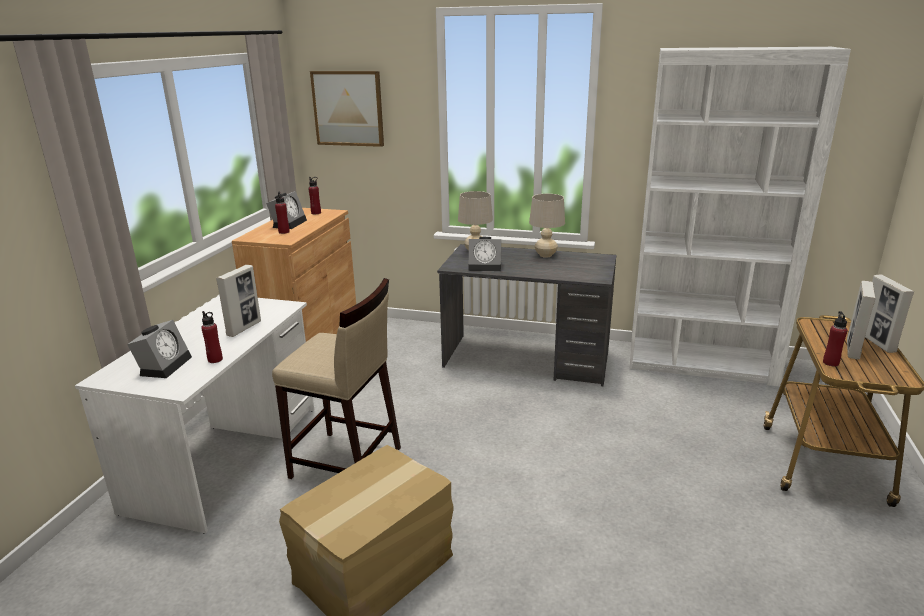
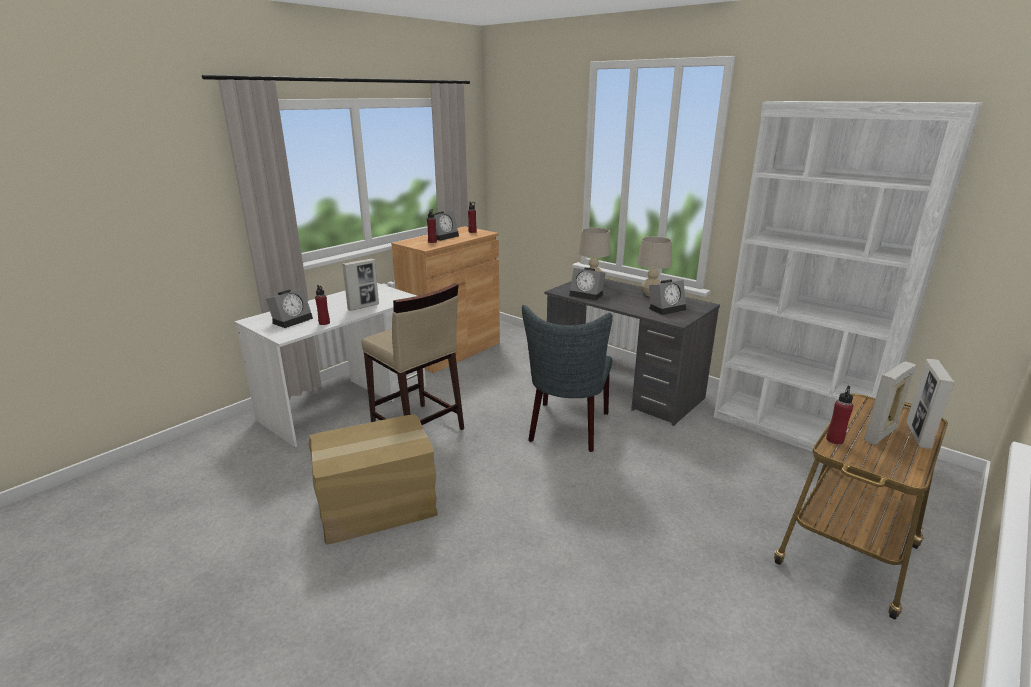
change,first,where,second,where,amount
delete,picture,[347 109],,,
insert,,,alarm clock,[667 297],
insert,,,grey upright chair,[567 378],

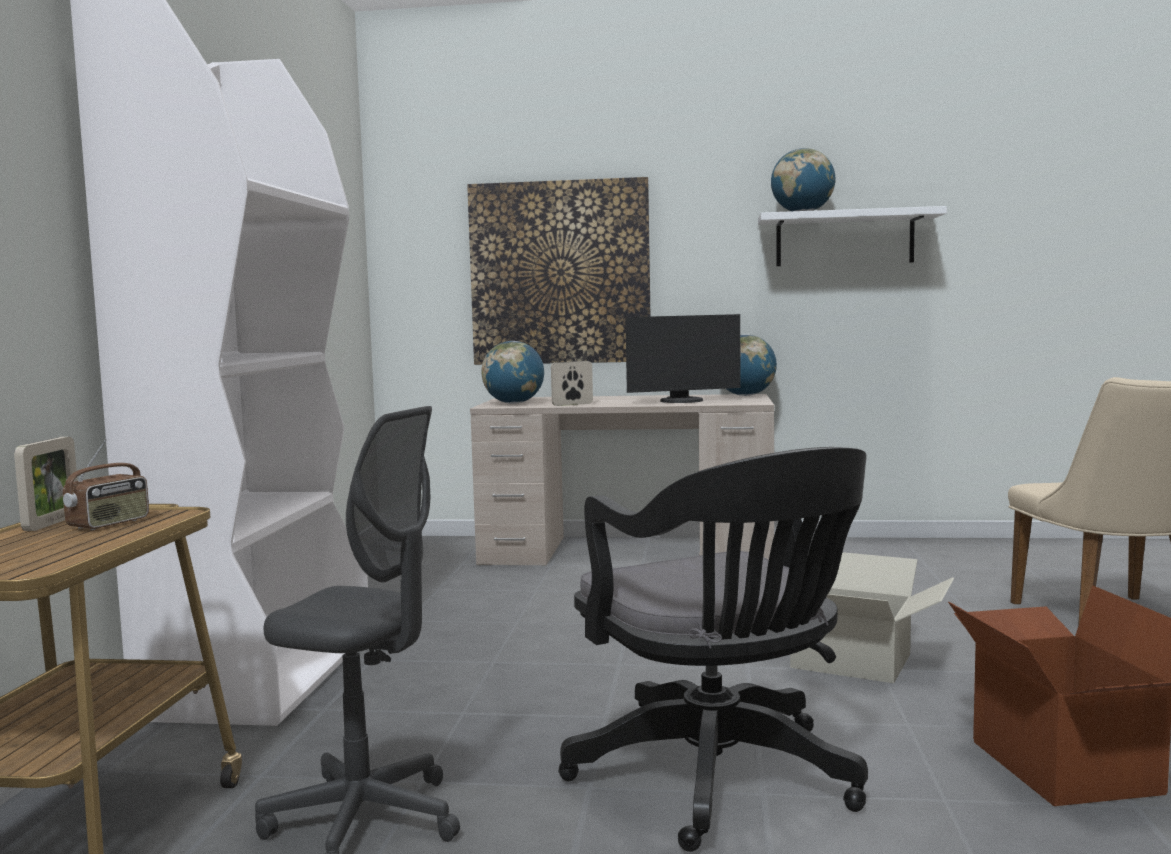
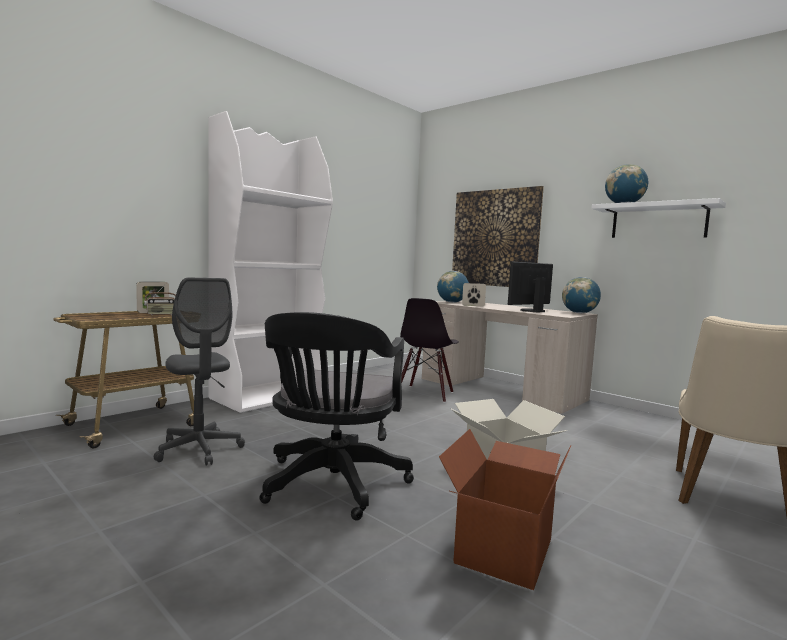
change,first,where,second,where,amount
rotate,monitor,[683 358],,[530 286],120 degrees clockwise
insert,,,black-coloured upright chair,[429 350],

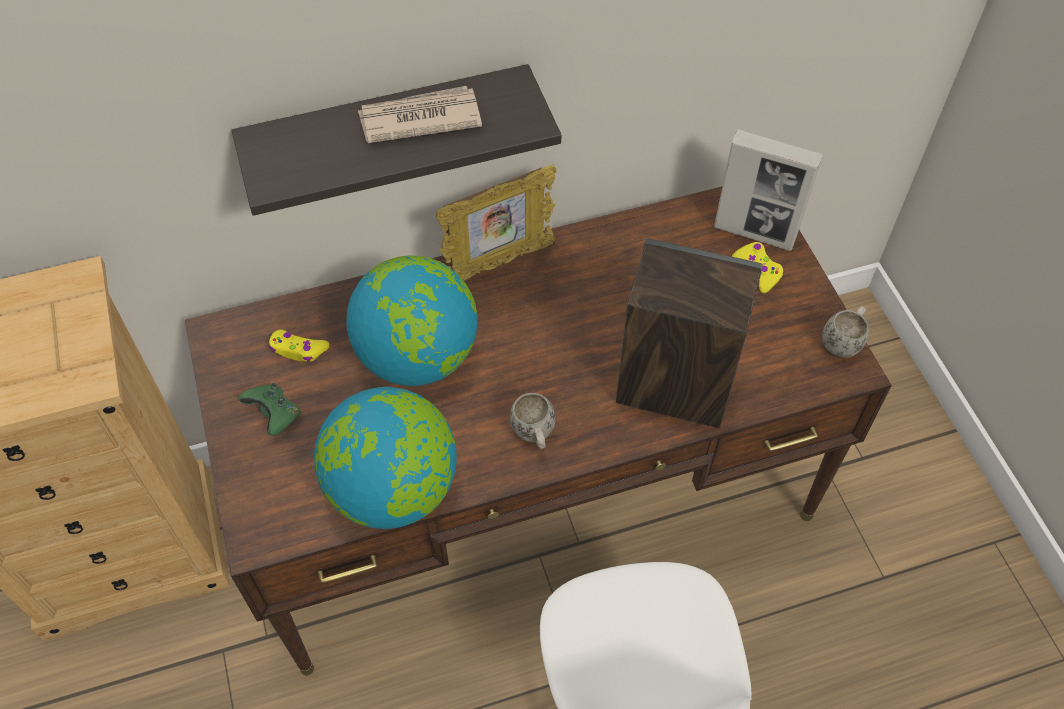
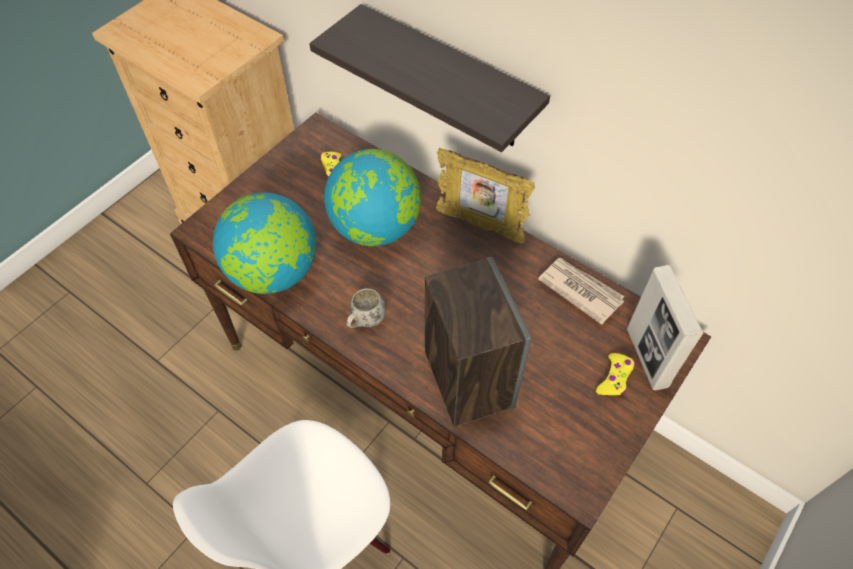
change,first,where,second,where,amount
move,daily paper,[420 114],,[581 291],
delete,white coffee mug,[845 332],,,
delete,green-coloured joypad,[269 409],,,

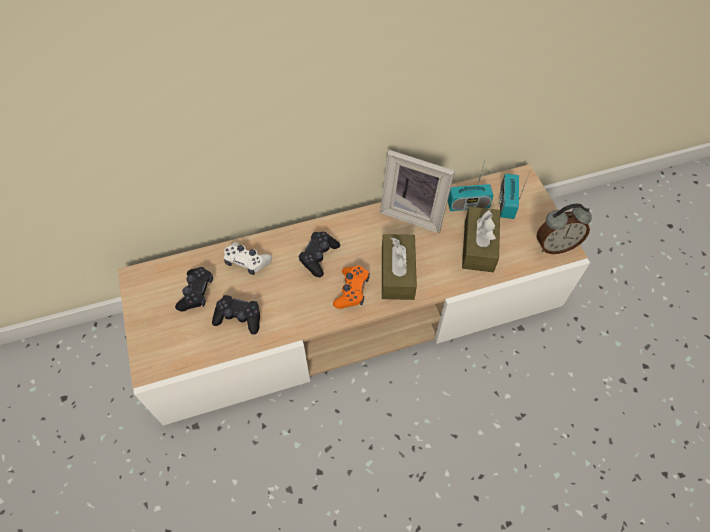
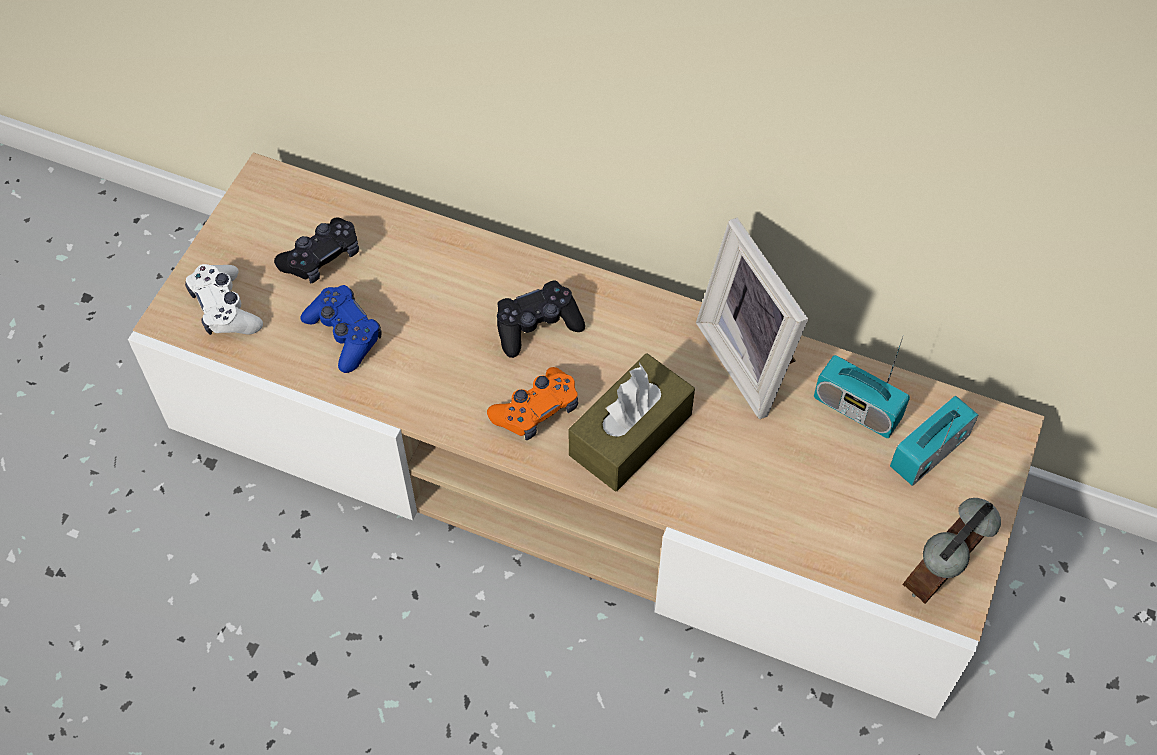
change,first,where,second,where,amount
rotate,alarm clock,[564 229],,[951 551],105 degrees clockwise
delete,brown box of tissues,[481 239],,,
move,white joypad,[248 258],,[224 299],
recolor,black-coloured joypad,[236 314],bluish joypad,[341 329],

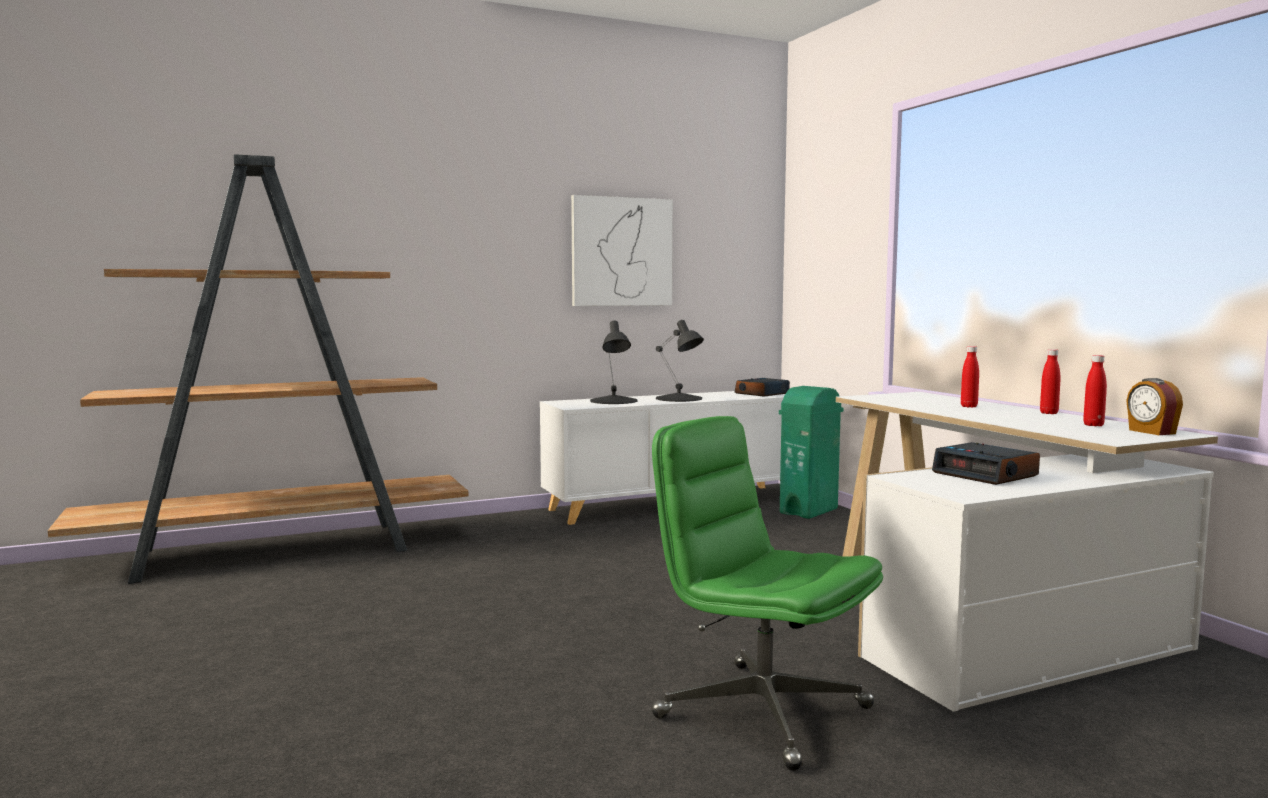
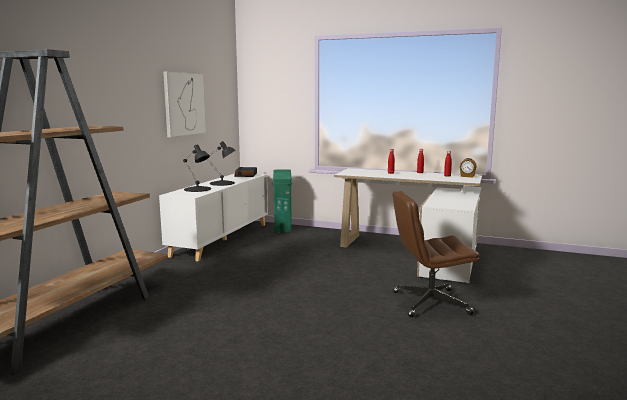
change,first,where,second,where,amount
recolor,green-coloured office chair,[767 593],brown office chair,[436 254],
delete,alarm clock,[986 463],,,

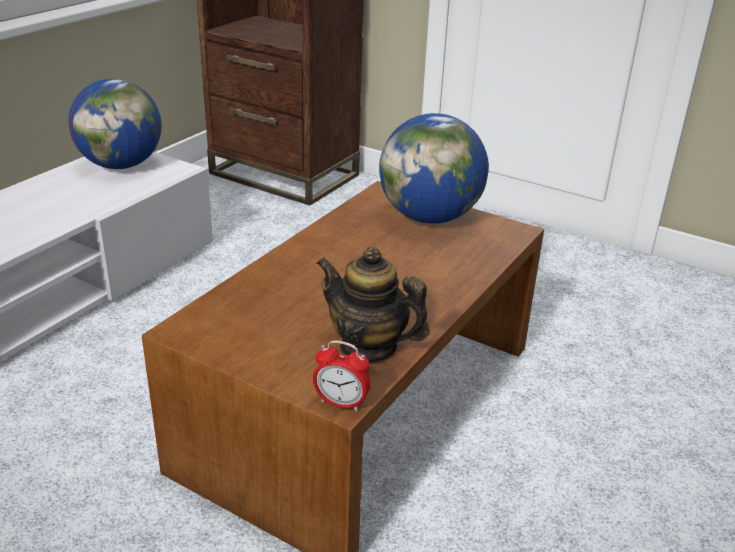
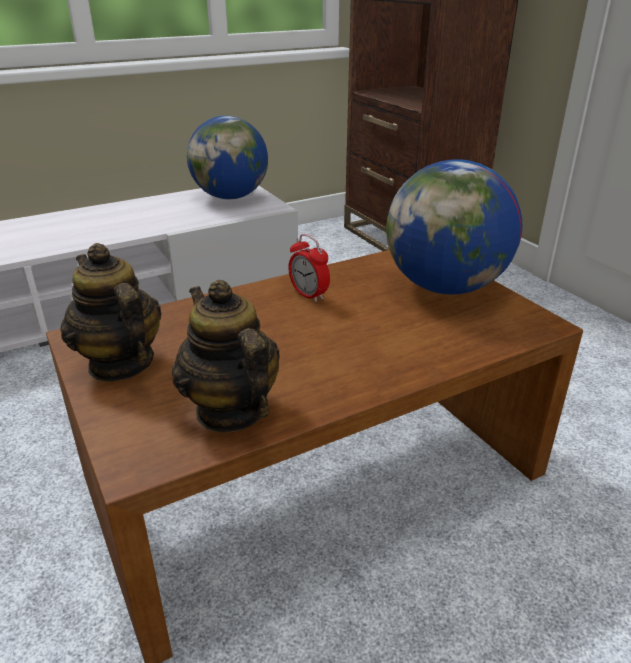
change,first,where,second,where,amount
move,alarm clock,[342 375],,[309 268],
insert,,,tea pot,[111 312],

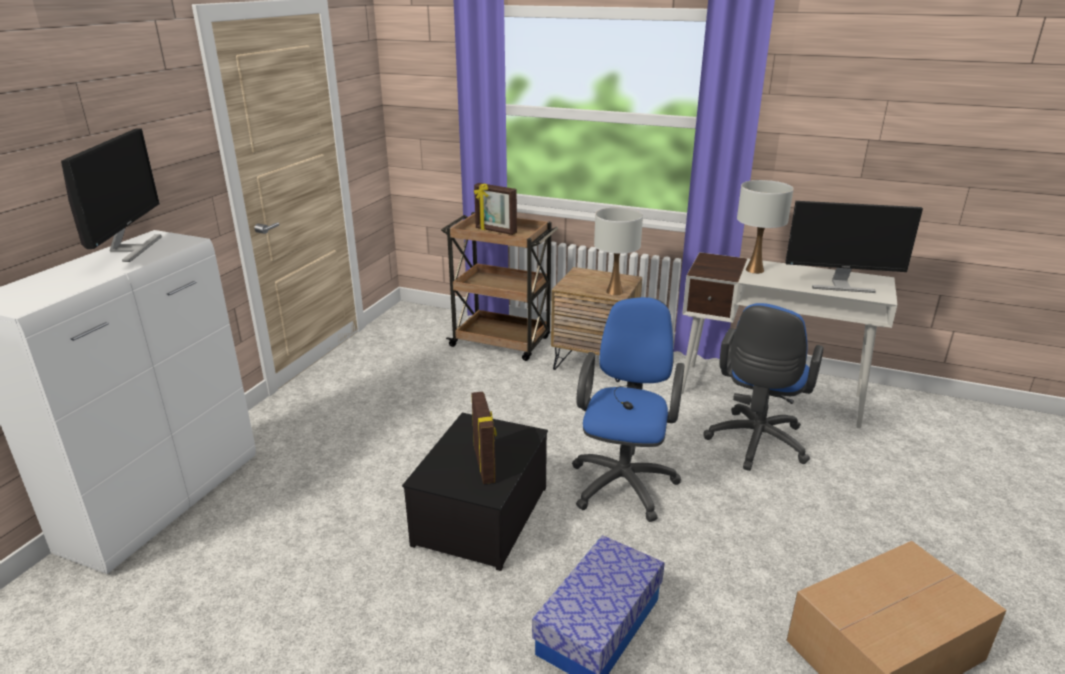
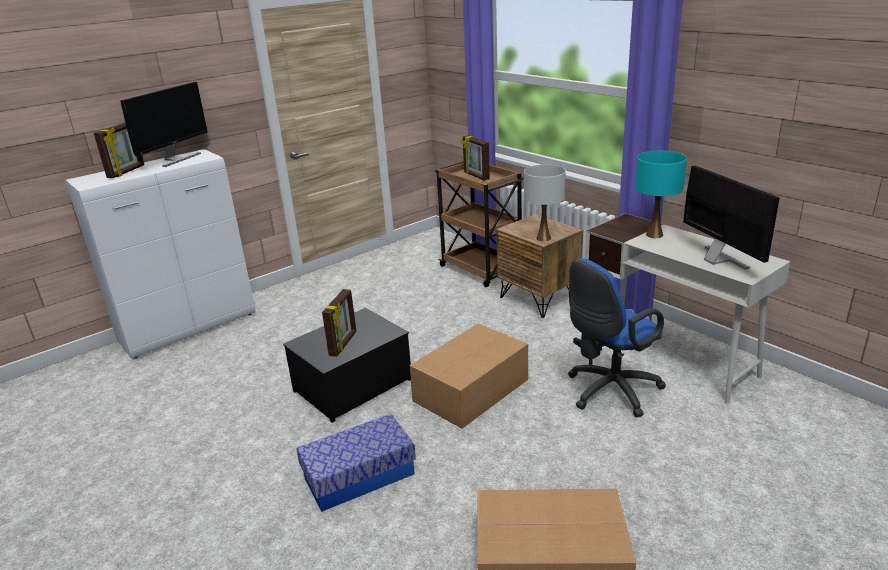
change,first,where,second,where,amount
recolor,white table lamp,[765 227],turquoise-coloured table lamp,[661 194],
rotate,monitor,[854 247],,[731 217],150 degrees counterclockwise
replace,bluish office chair,[628 409],packing box,[468 376],
insert,,,photo frame,[119 150],

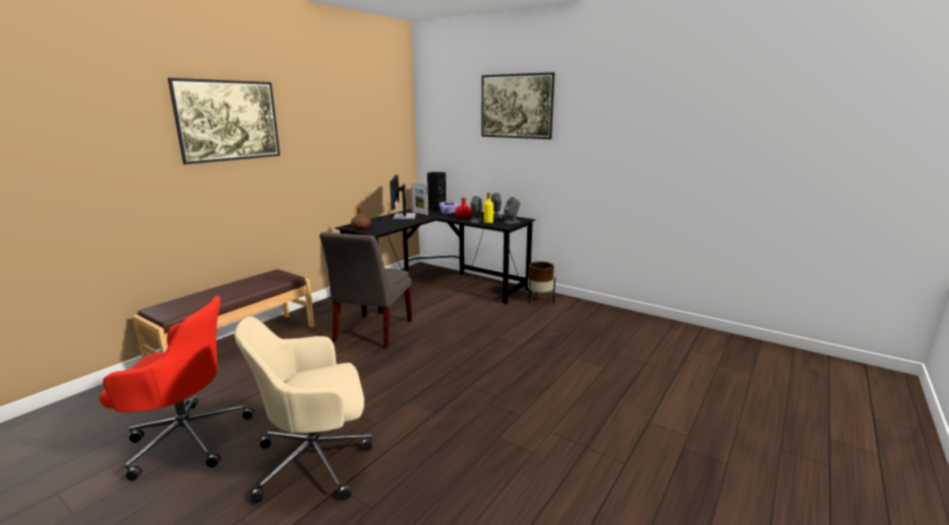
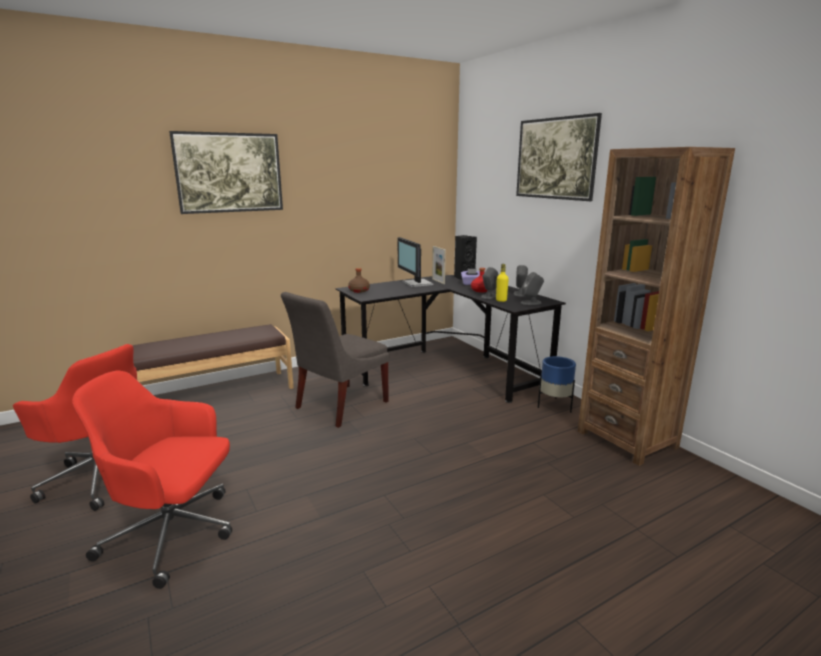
change,first,where,second,where,amount
rotate,monitor,[403 197],,[415 262],45 degrees counterclockwise
recolor,brown plant pot,[541 282],bluish plant pot,[557 384],
recolor,sand-coloured office chair,[303 410],red office chair,[152 479],
insert,,,brown bookcase,[656 306],

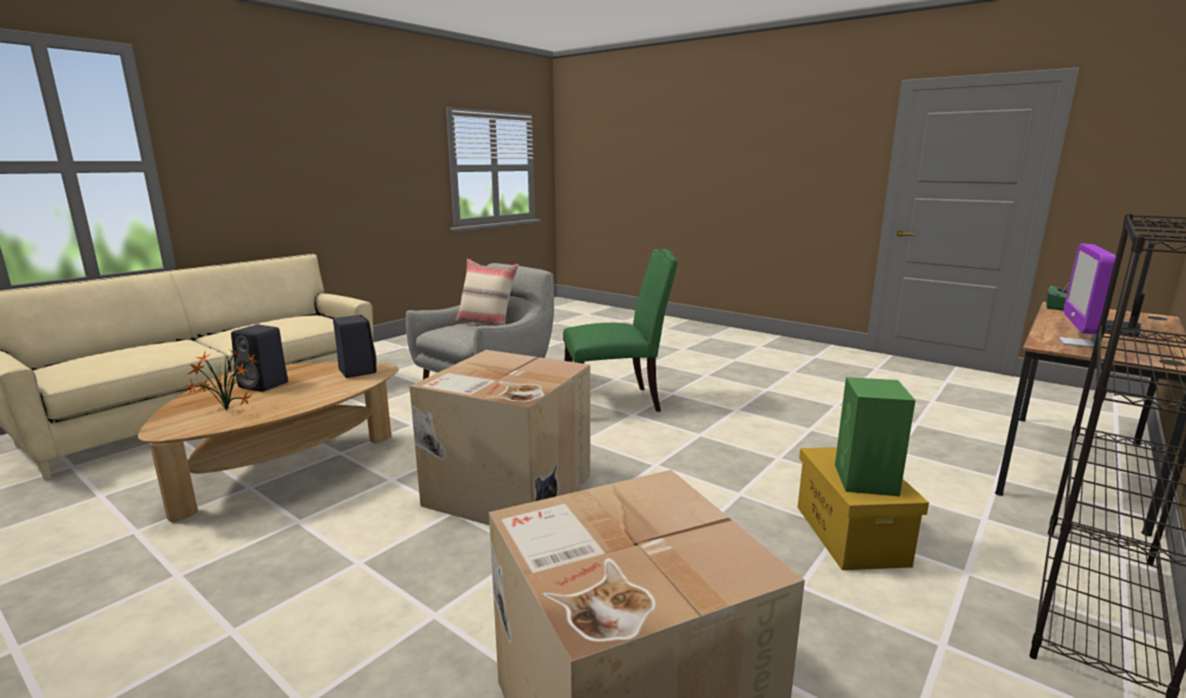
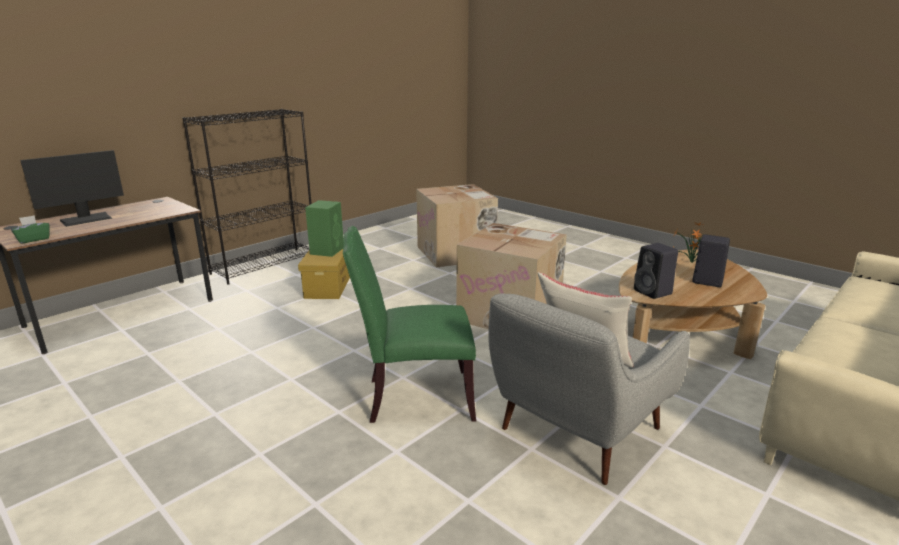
change,first,where,second,where,amount
delete,monitor,[1087 296],,,

